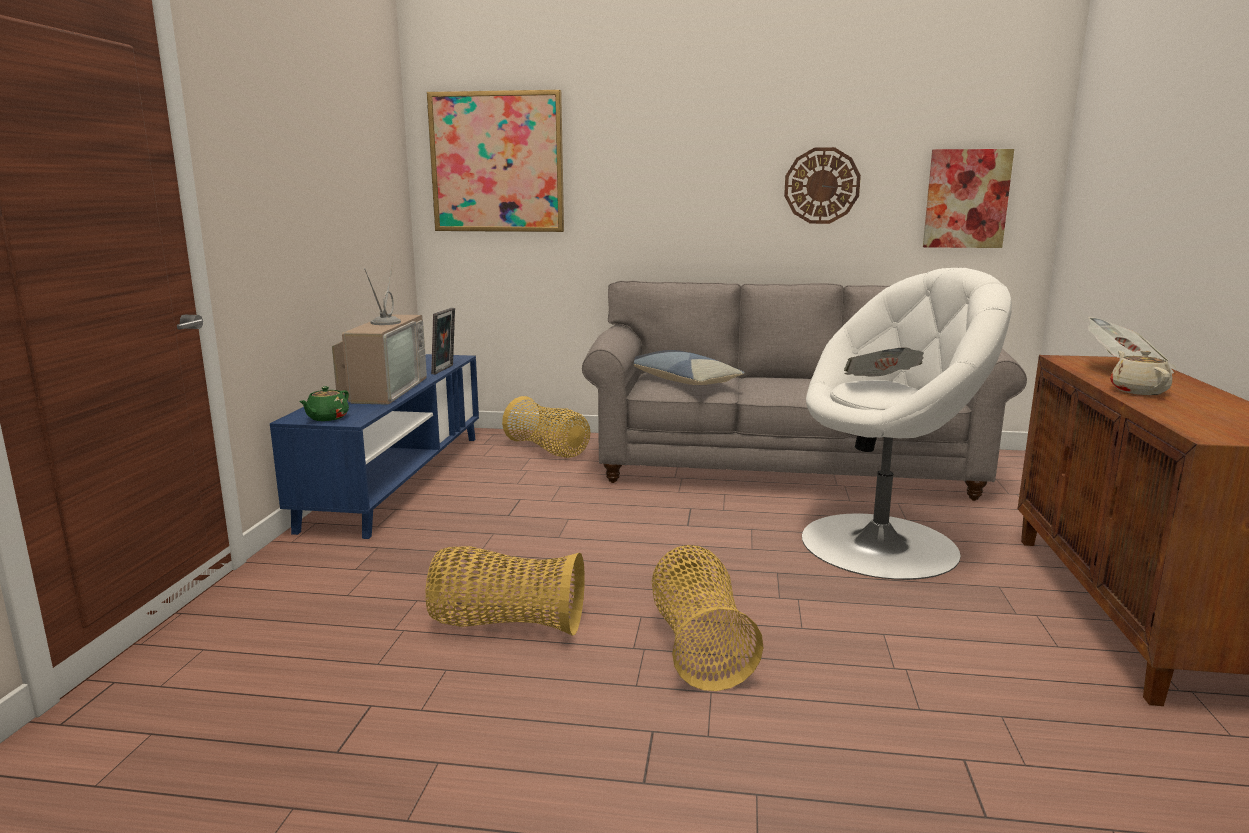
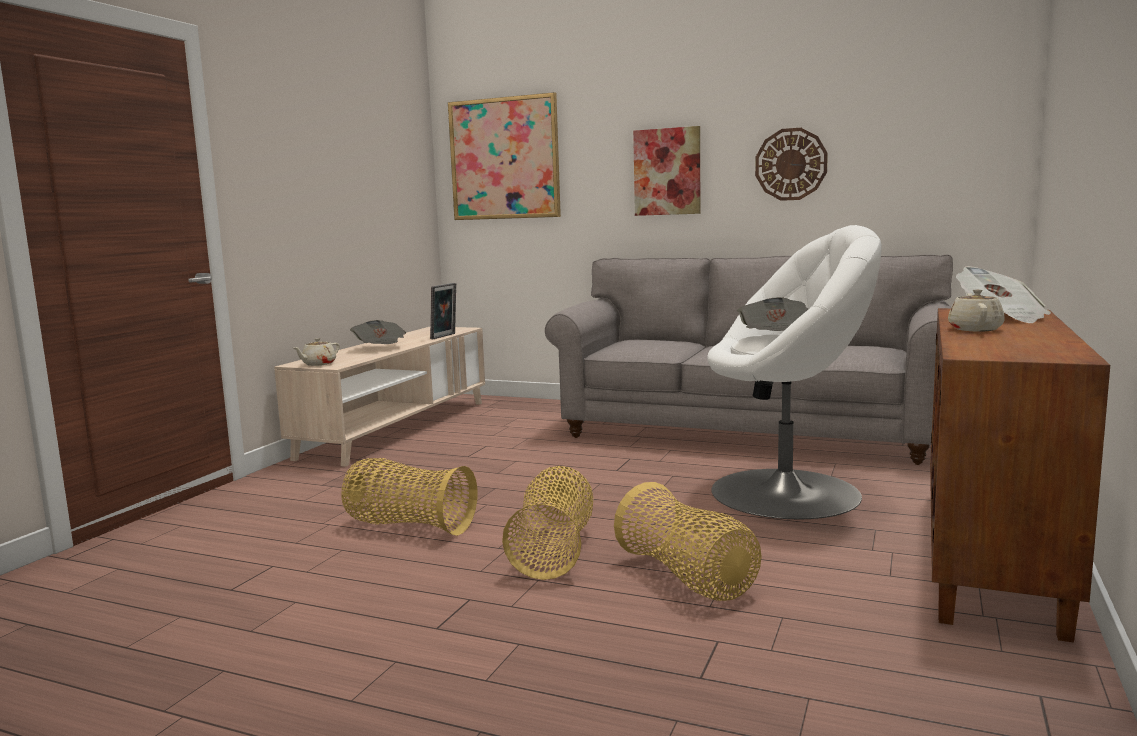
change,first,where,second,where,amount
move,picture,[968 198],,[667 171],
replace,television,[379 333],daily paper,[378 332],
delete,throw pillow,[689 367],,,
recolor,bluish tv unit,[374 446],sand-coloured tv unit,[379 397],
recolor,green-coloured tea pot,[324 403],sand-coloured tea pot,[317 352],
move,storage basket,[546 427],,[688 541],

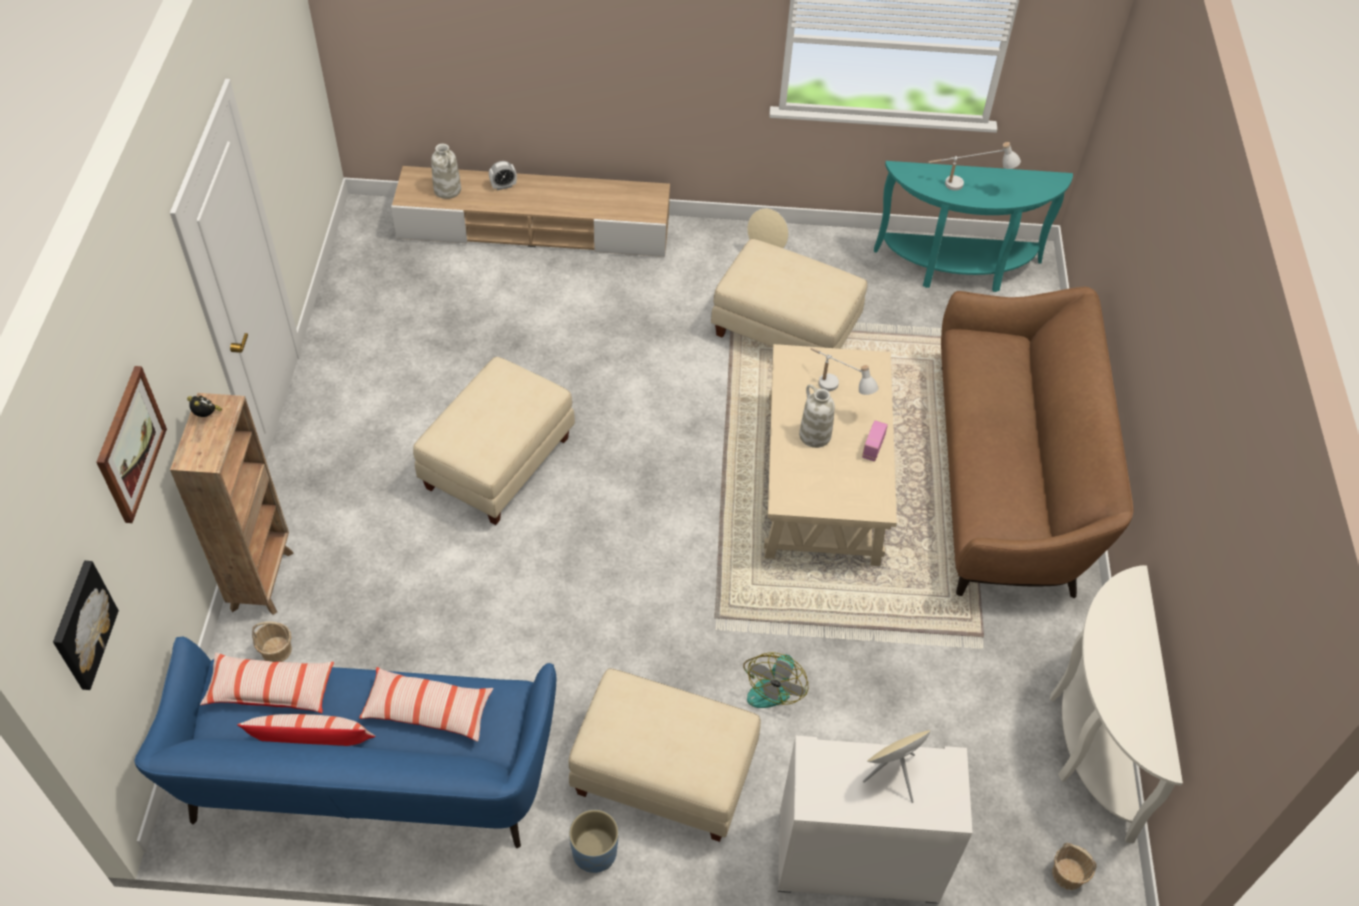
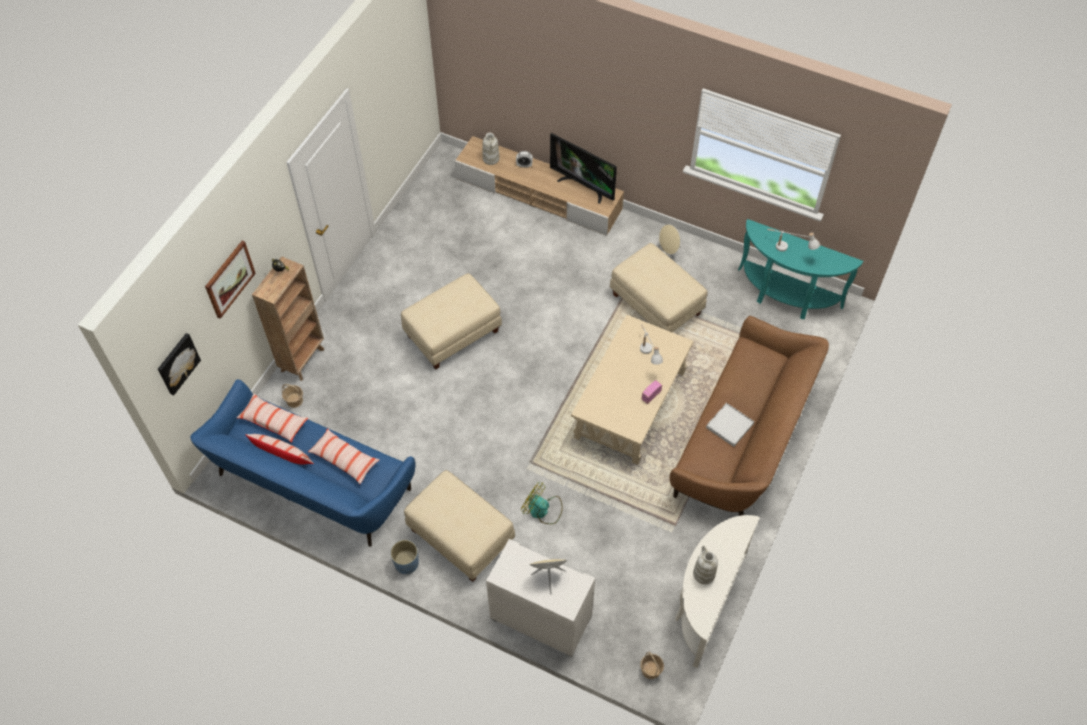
change,first,where,second,where,amount
move,white vase,[817 416],,[705 565],
rotate,fan,[776 680],,[542 503],75 degrees clockwise
insert,,,television,[583 168],
insert,,,white serving tray,[730 425],

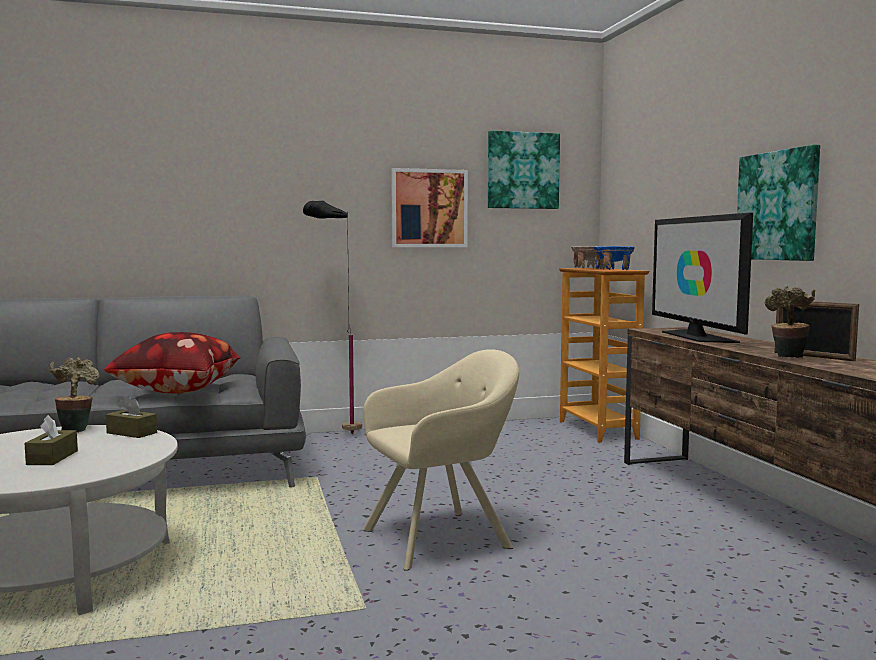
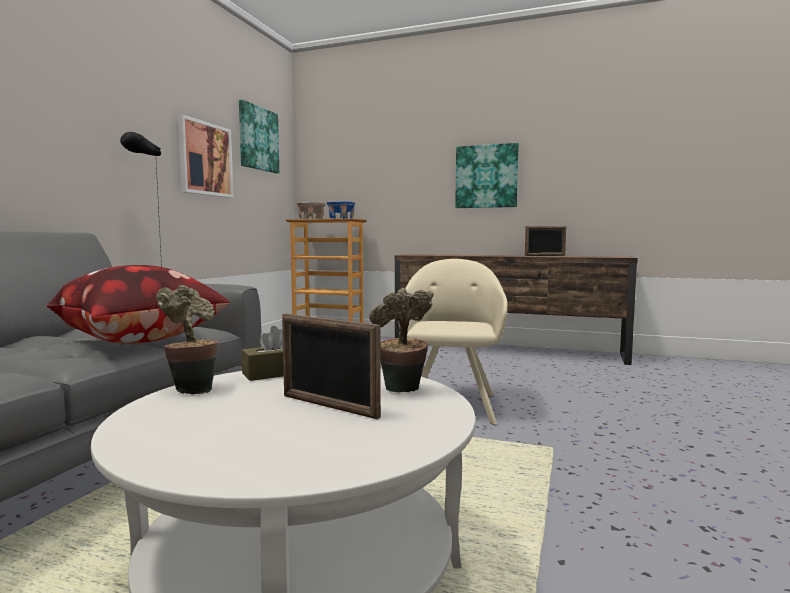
change,first,where,second,where,amount
delete,television,[702 277],,,
move,plant in a pot,[790 321],,[401 340],
replace,brown box of tissues,[51 440],photo frame,[331 366],

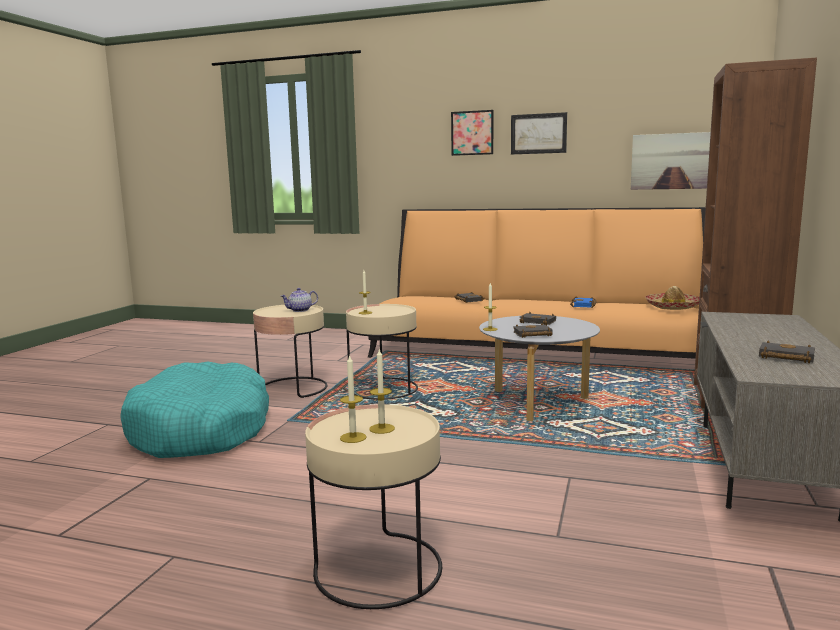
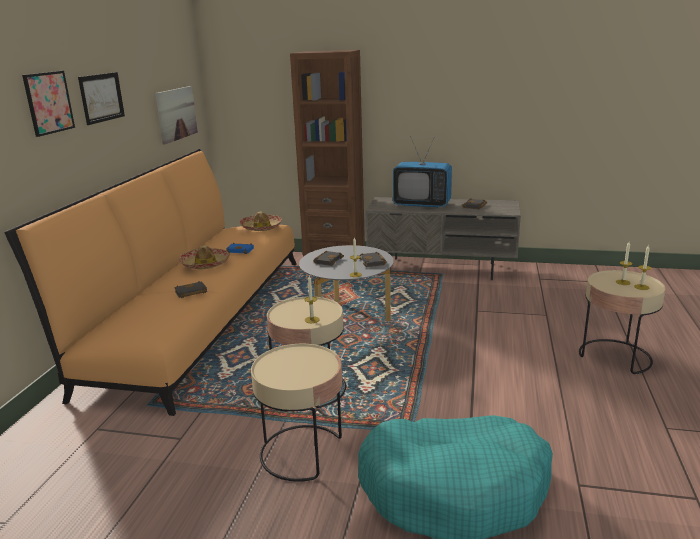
change,first,where,second,where,amount
delete,tea pot,[299 300],,,
insert,,,television,[422 172],
insert,,,hat,[204 257],

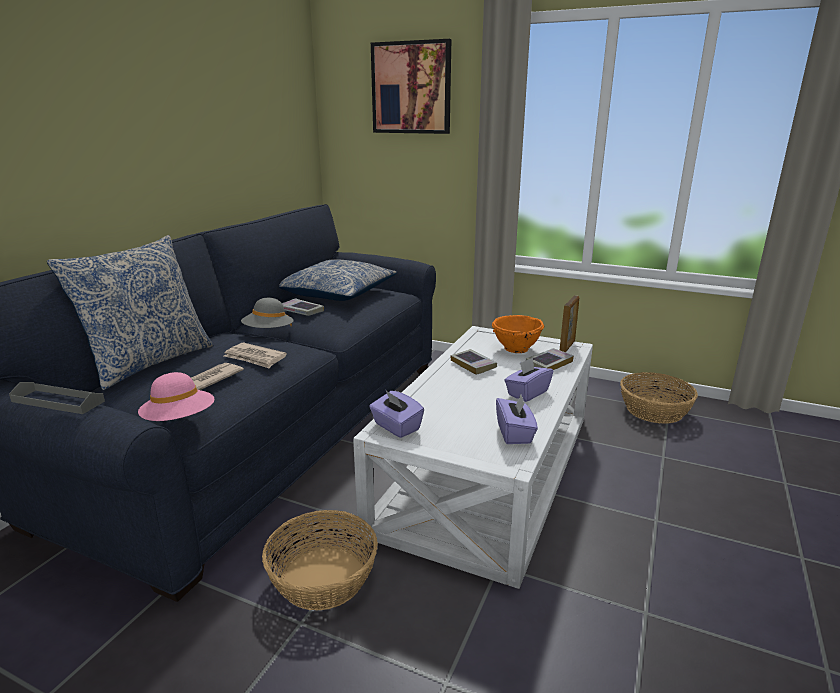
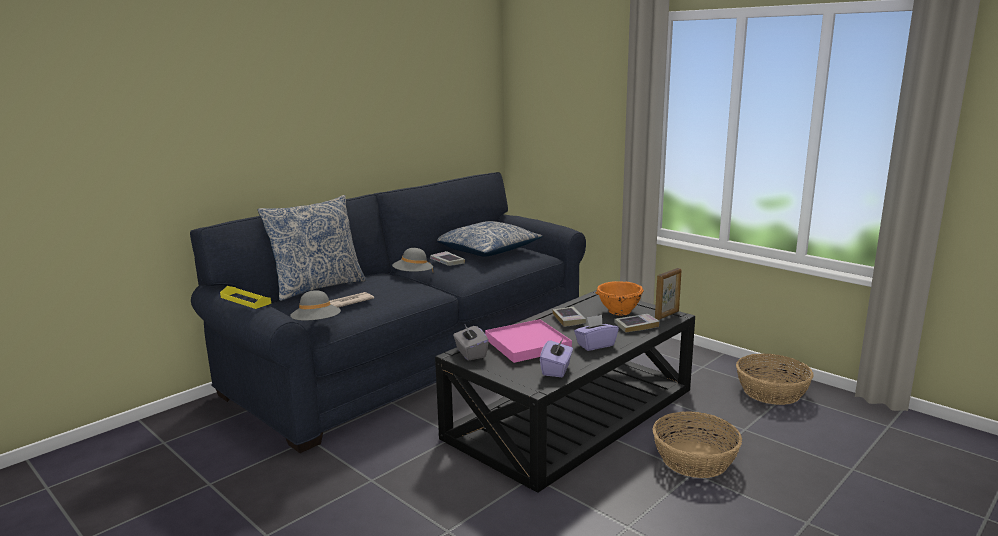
change,first,where,second,where,amount
delete,picture,[411 86],,,
recolor,white low table,[473 457],black-coloured low table,[565 391],
delete,daily paper,[255 356],,,
recolor,pinkish hat,[176 396],grey hat,[315 305],
recolor,grey serving tray,[57 398],yellowish serving tray,[245 297],
recolor,purple box of tissues,[396 414],grey box of tissues,[471 343],
move,storage basket,[320 560],,[697 444],
insert,,,pinkish serving tray,[528 341],

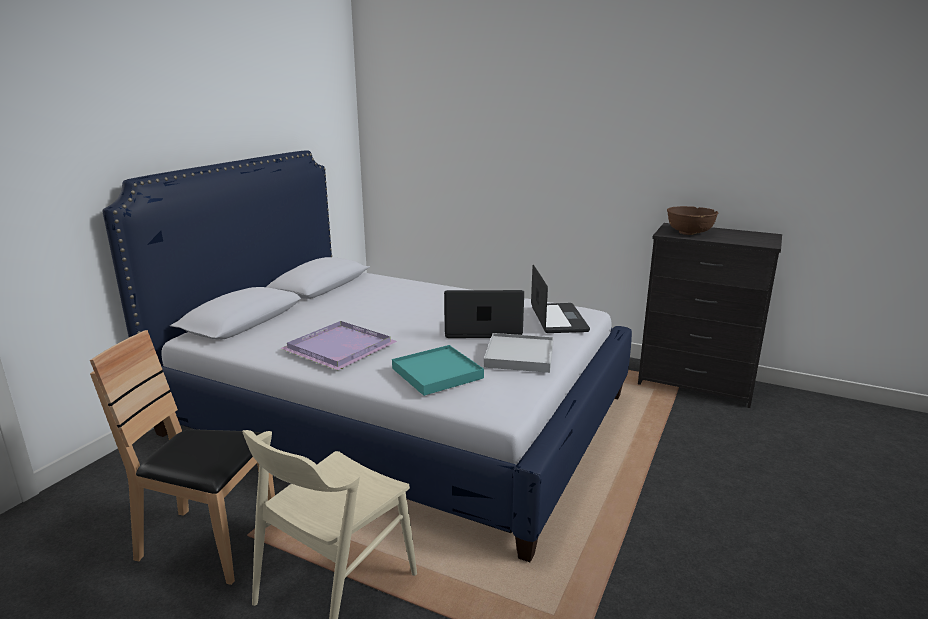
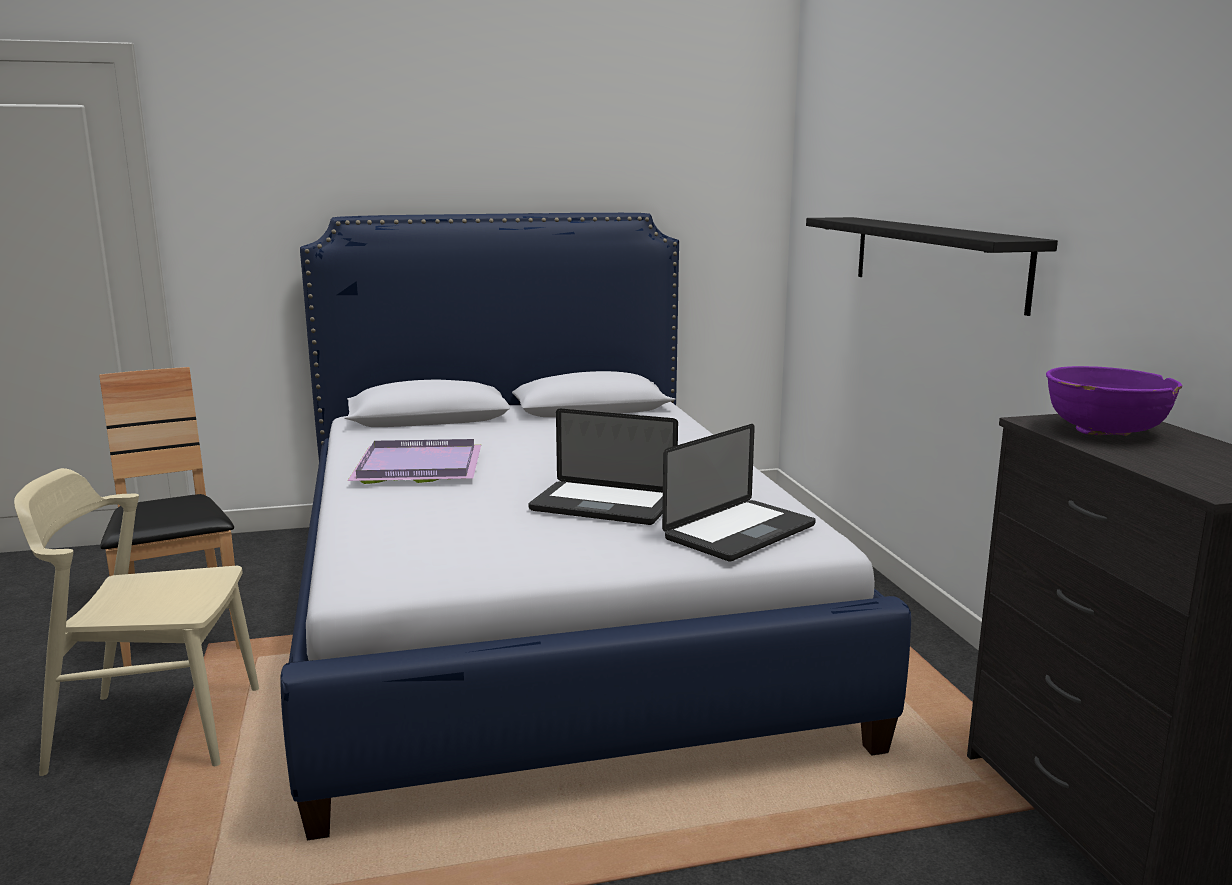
change,first,where,second,where,amount
recolor,brown deep dish,[692 220],purple deep dish,[1114 401],
rotate,notebook computer,[484 314],,[603 467],150 degrees clockwise
delete,white serving tray,[519 353],,,
delete,turquoise-coloured serving tray,[438 370],,,
insert,,,black-coloured wall shelf,[932 266],

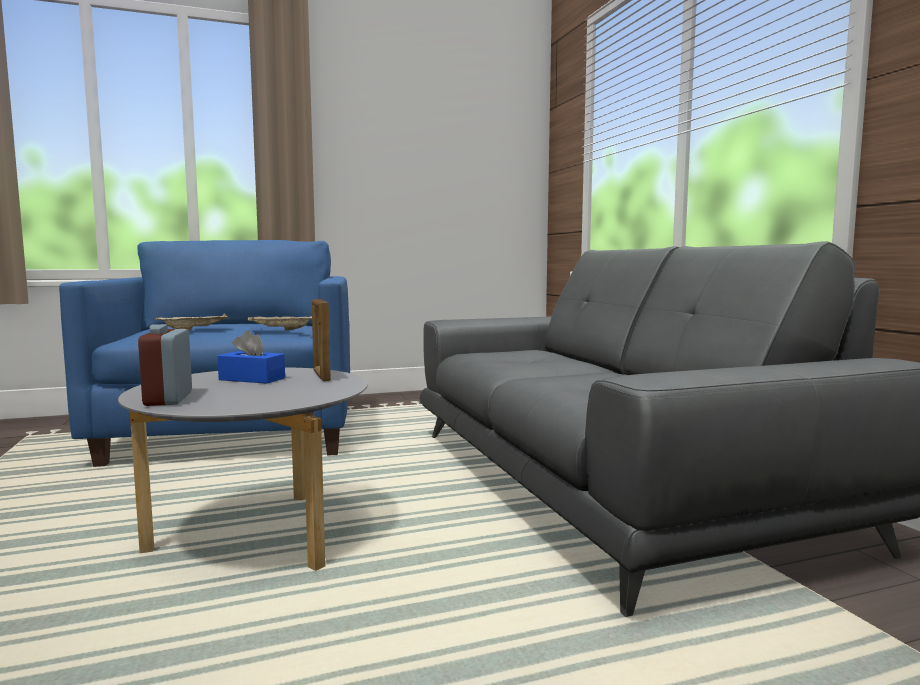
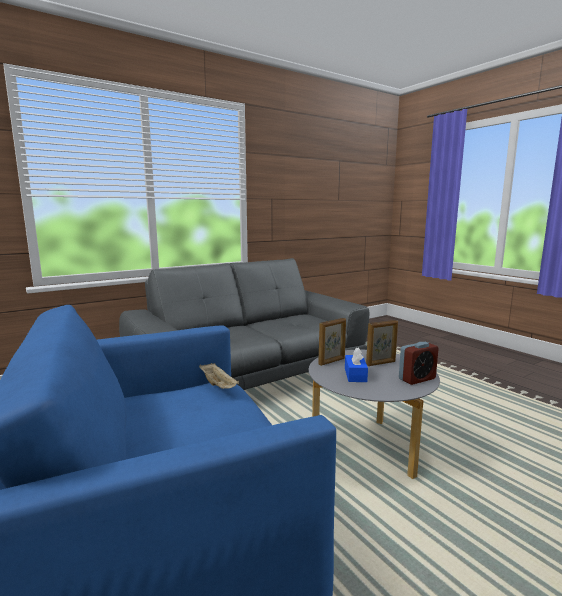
change,first,where,second,where,amount
delete,sand-coloured serving tray,[192 321],,,
insert,,,photo frame,[382 343],

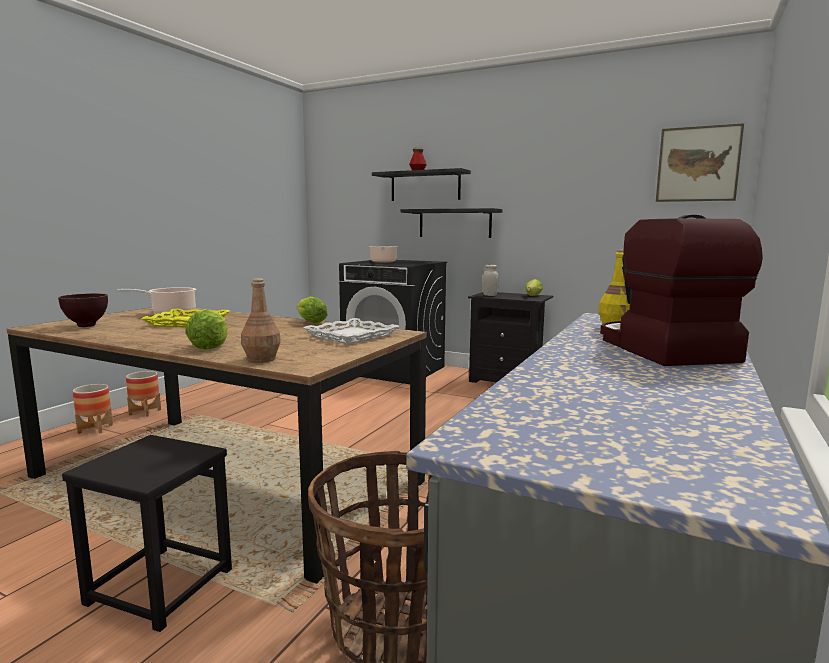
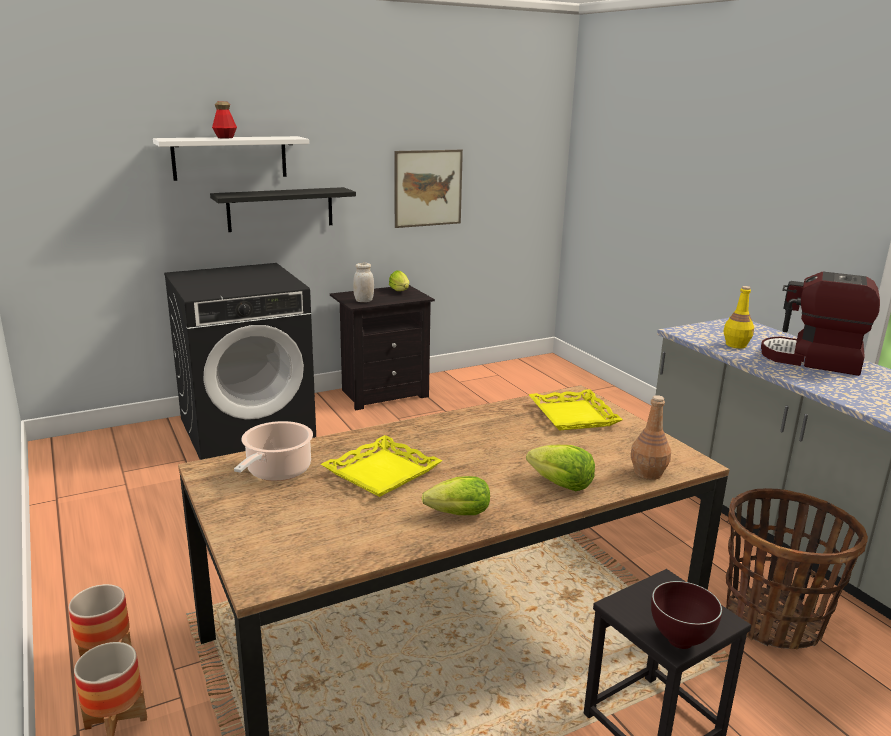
change,first,where,second,where,amount
move,picture,[700 162],,[428 189],
recolor,black-coloured wall shelf,[421 184],white wall shelf,[231 158],
delete,stockpot,[383 254],,,
move,brown deep dish,[83 310],,[686 615],
move,head of lettuce,[312 309],,[456 495],
recolor,white serving tray,[351 331],yellowish serving tray,[576 410],

